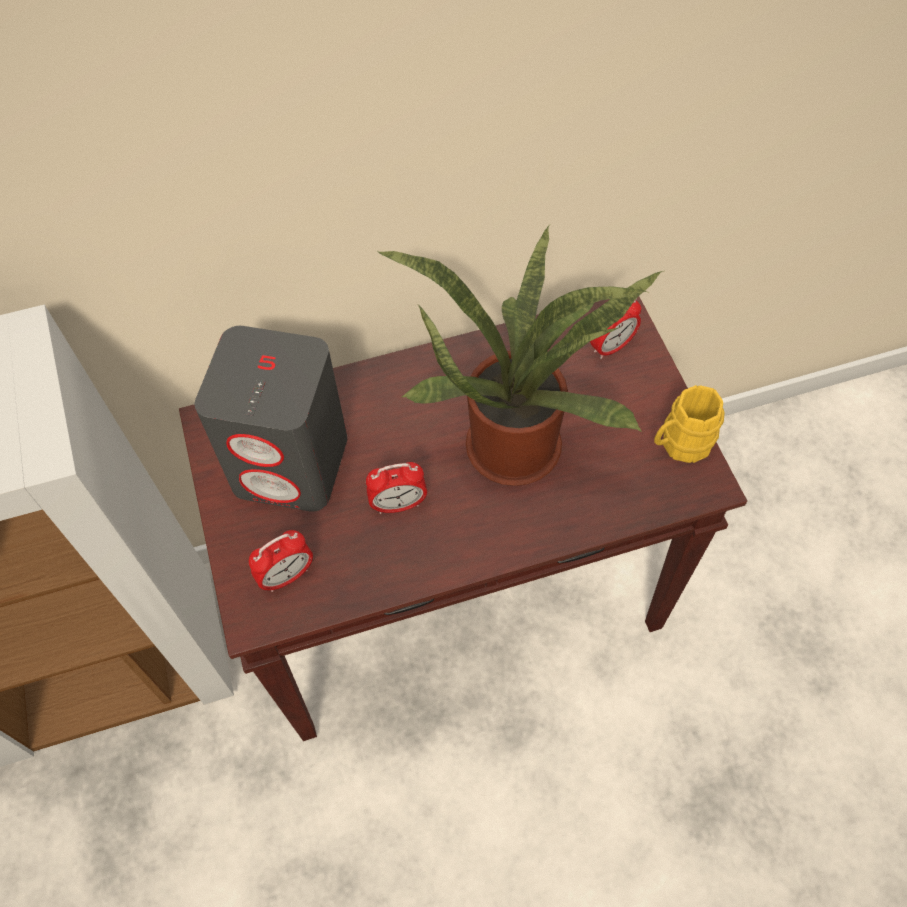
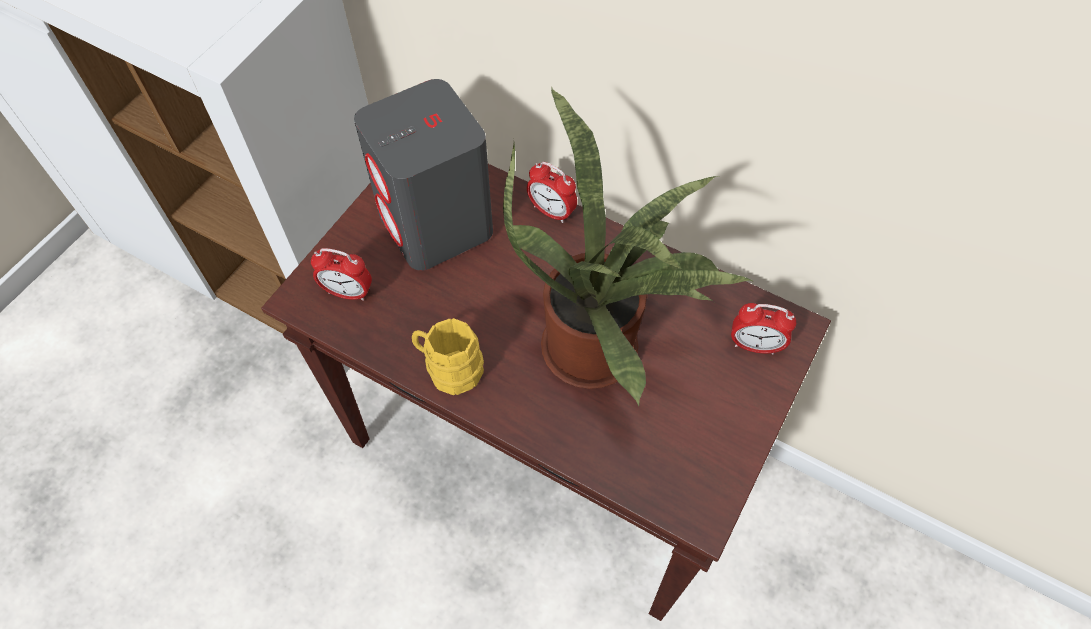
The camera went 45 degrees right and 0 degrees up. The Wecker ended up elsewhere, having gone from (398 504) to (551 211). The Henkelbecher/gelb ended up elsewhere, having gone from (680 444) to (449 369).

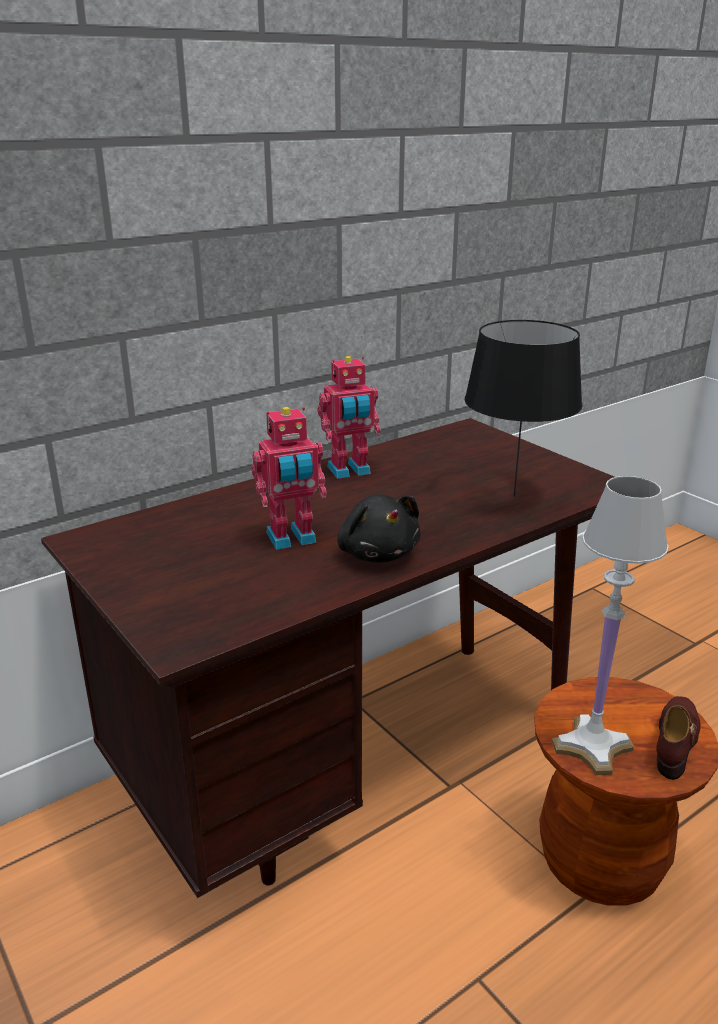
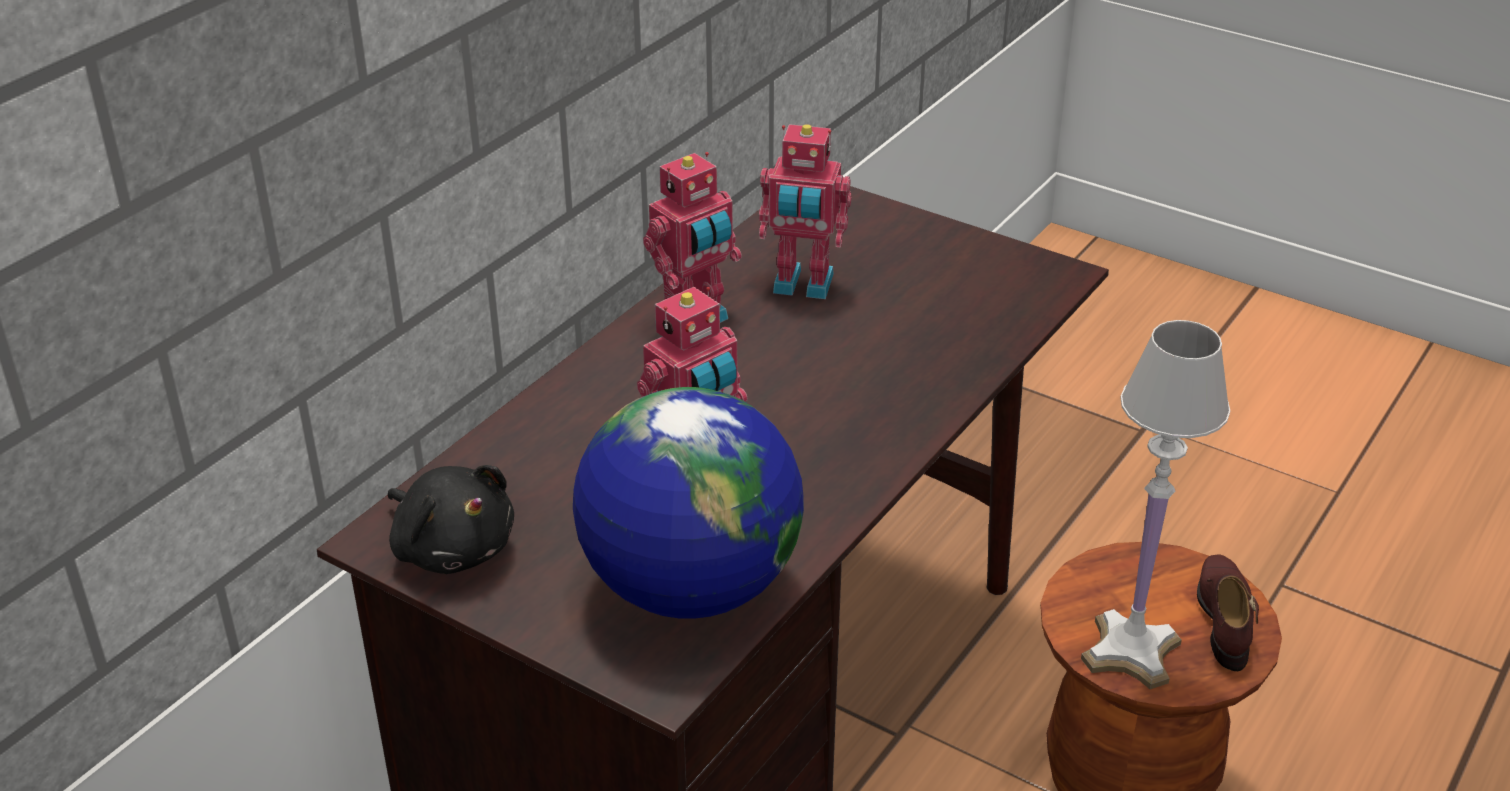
The camera went 20 degrees left and 10 degrees up. The Plüschtier/schwarz ended up elsewhere, having gone from (377 553) to (452 548). The second view lost the Tischlampe/schwarz at (515 496). The second view gained the Globus at (689 587). The second view gained the Spielzeugroboter at (802 286).

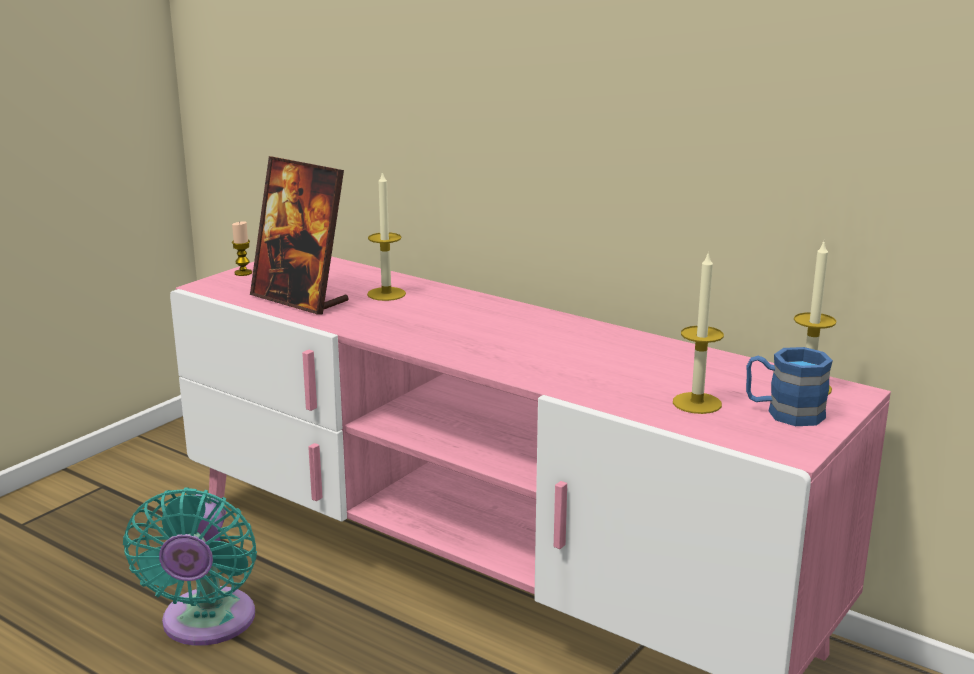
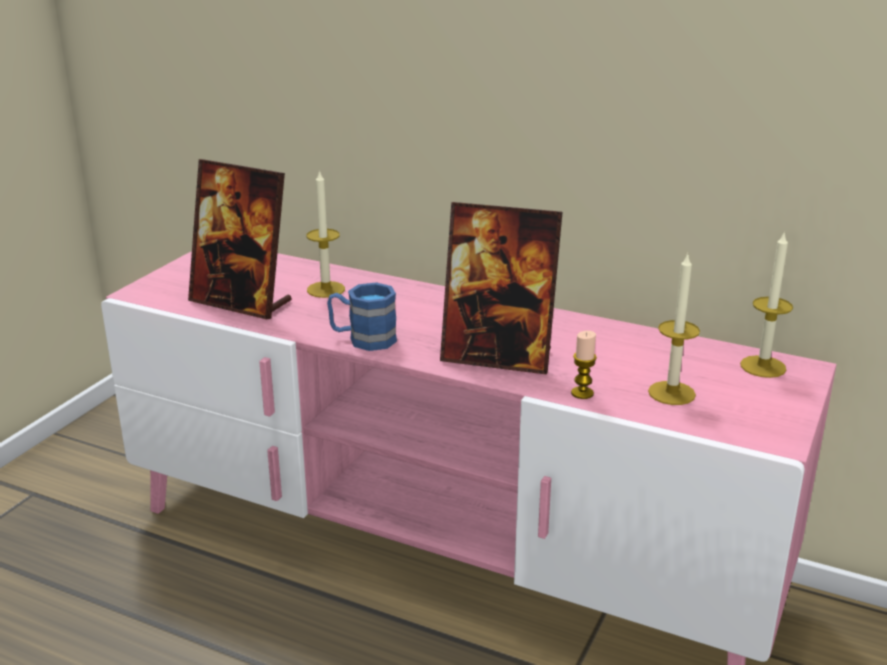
The camera went 10 degrees left and 5 degrees up. The second view lost the Ventilator/türkis at (206 624). The Kerze ended up elsewhere, having gone from (243 273) to (582 393). The Henkelbecher/blau ended up elsewhere, having gone from (783 413) to (363 339). The second view gained the Bilderrahmen at (498 357).

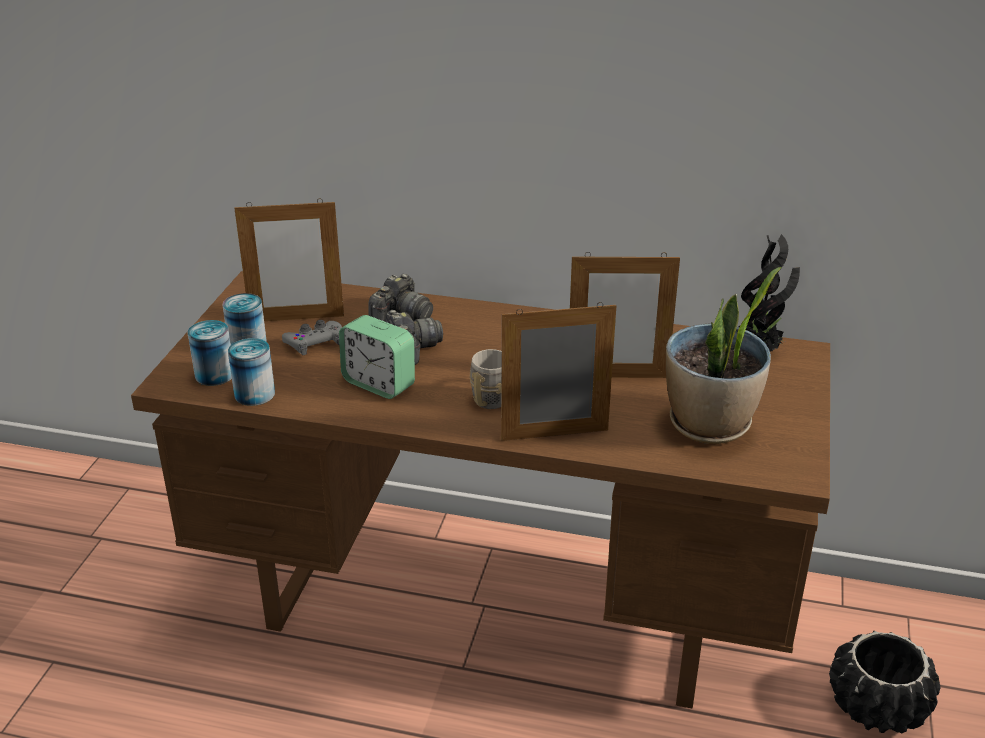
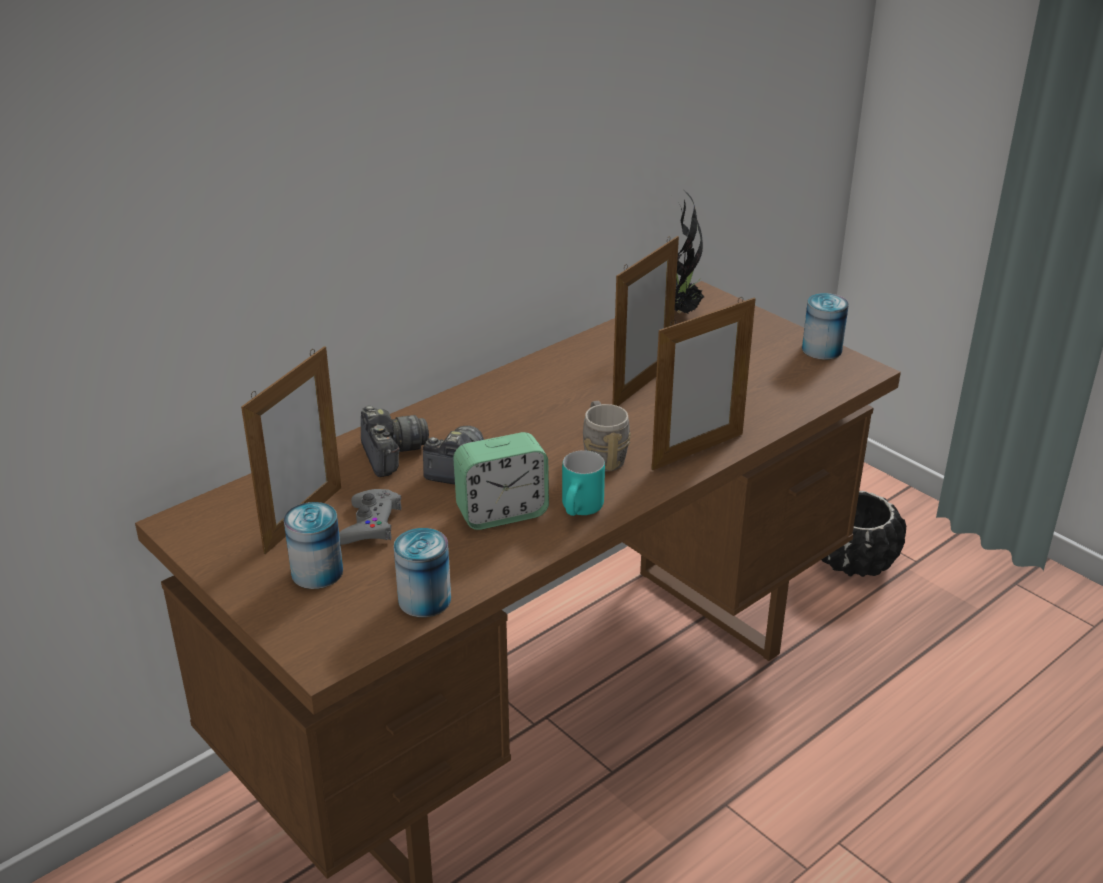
The camera went 55 degrees left and 0 degrees up. The Dose ended up elsewhere, having gone from (214 374) to (821 349). The Bilderrahmen at (554 435) ended up facing another way, 150 degrees counterclockwise from before. The second view lost the Topfpflanze at (710 425). The second view gained the Henkelbecher/türkis at (582 512).

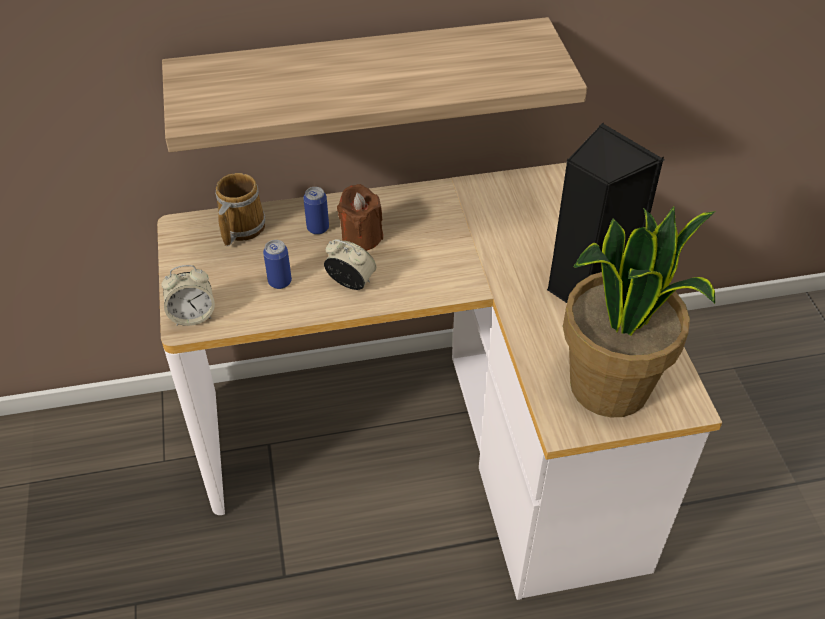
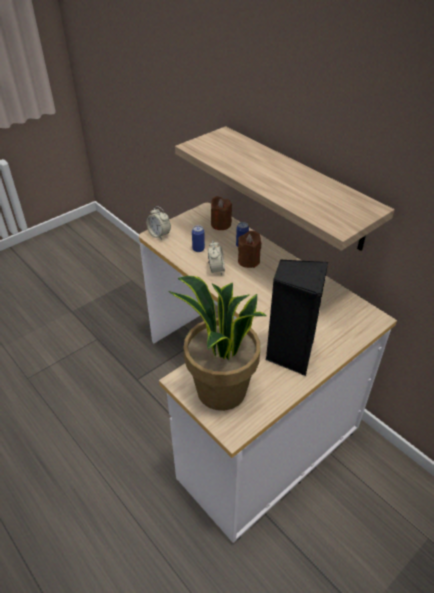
The camera went 60 degrees right and 5 degrees down. Where the Henkelbecher stood at (239 228), the Kerze/braun came to stand at (221 224).

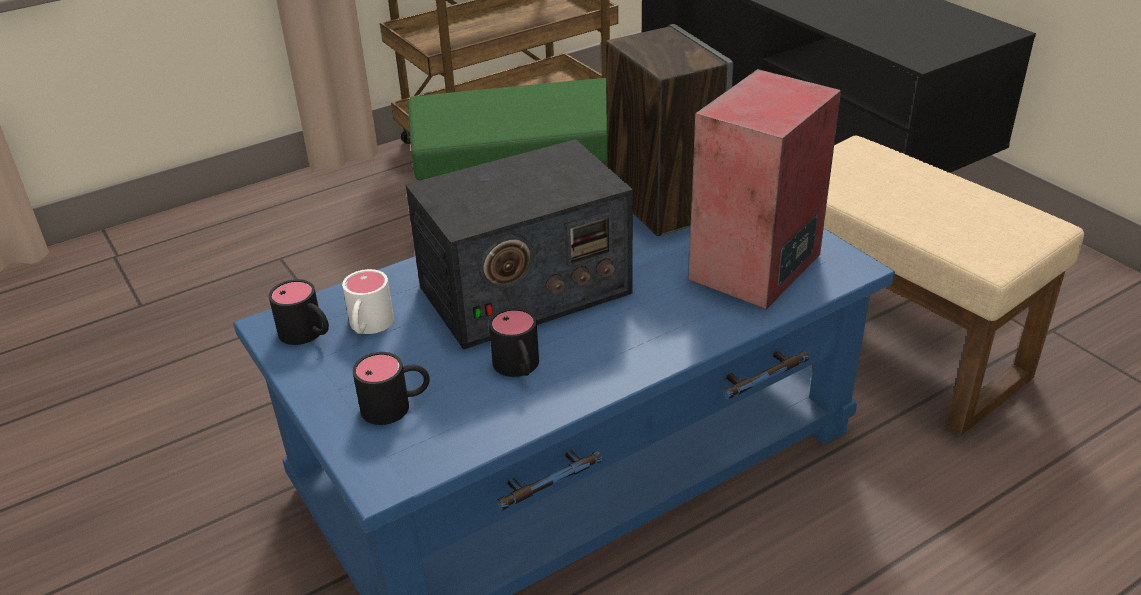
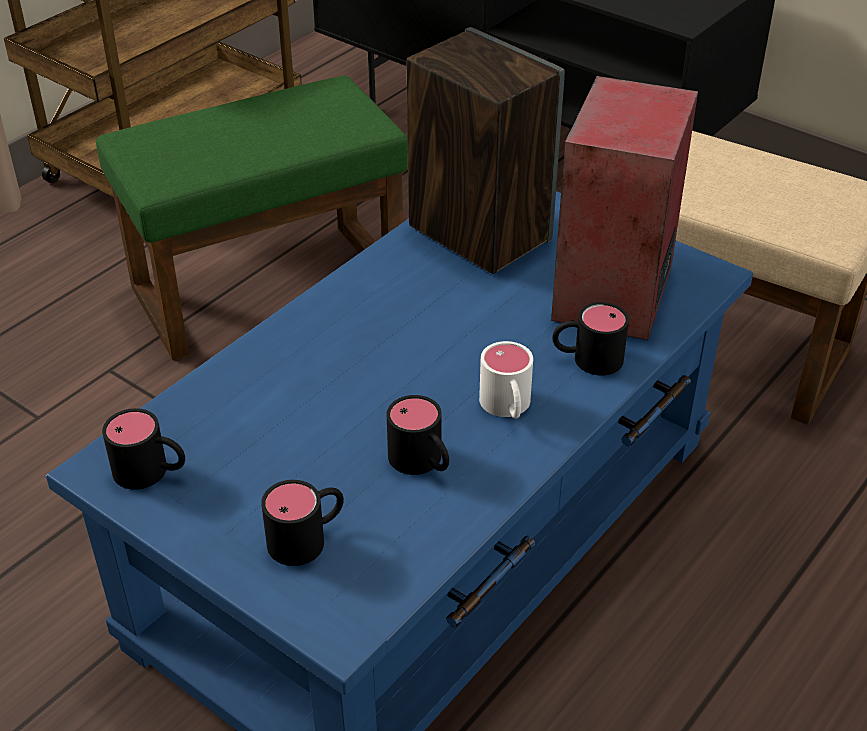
The camera went 20 degrees left and 5 degrees up. The Henkelbecher/weiß ended up elsewhere, having gone from (368 327) to (507 408). The second view lost the Radio at (523 290). The second view gained the Henkelbecher/schwarz at (587 359).

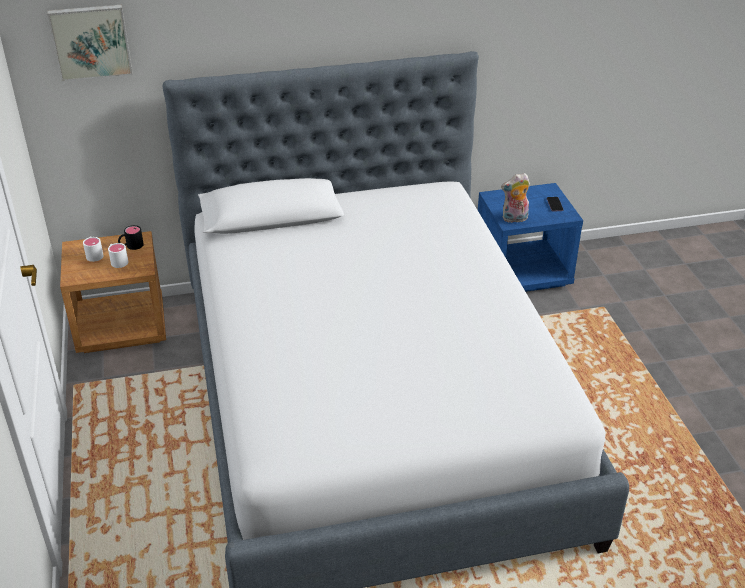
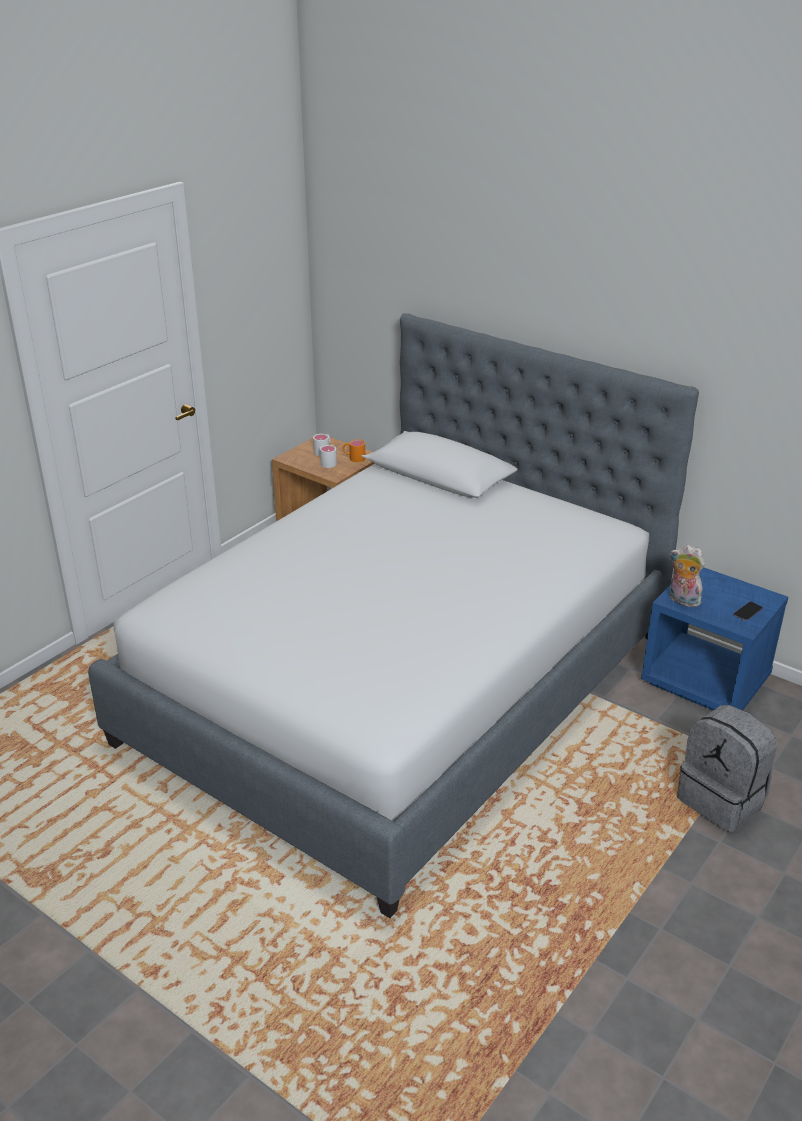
The camera went 50 degrees right and 5 degrees down. The second view lost the Bild at (91 41). What was the Henkelbecher/schwarz at (131 246) turned into the Henkelbecher/orange at (353 458). The second view gained the Rucksack/grau at (722 800).

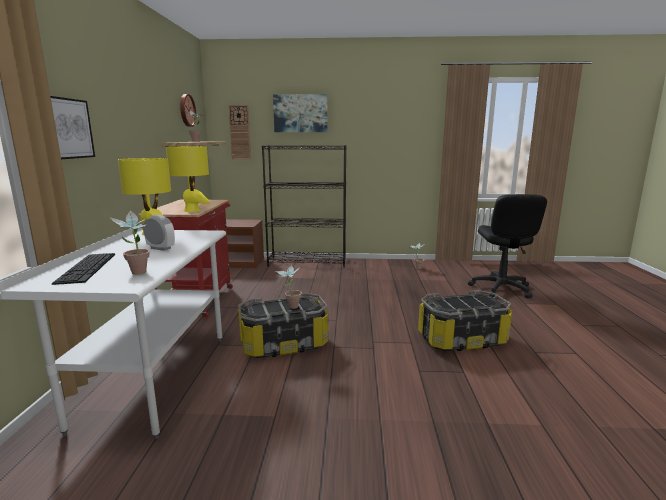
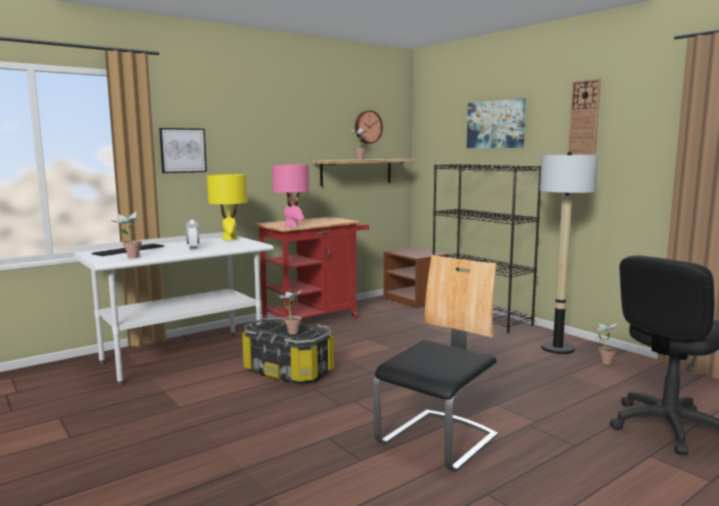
The camera went 50 degrees right and 5 degrees down. What was the Tischlampe/gelb at (192 210) turned into the Tischlampe/rosa at (292 226). The Wanduhr ended up elsewhere, having gone from (240 132) to (584 120). Where the Aufbewahrungsbox stood at (461 339), the Stuhl came to stand at (438 440). The second view gained the Stehlampe at (557 348).

